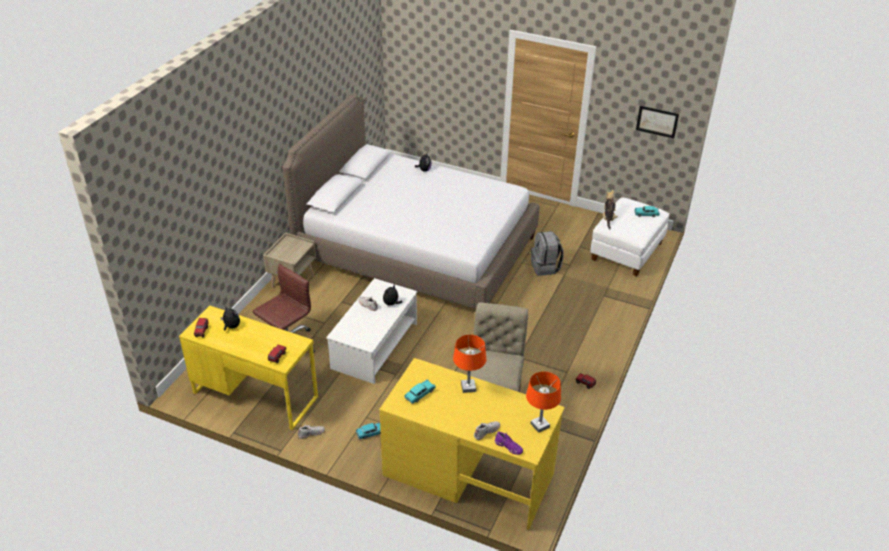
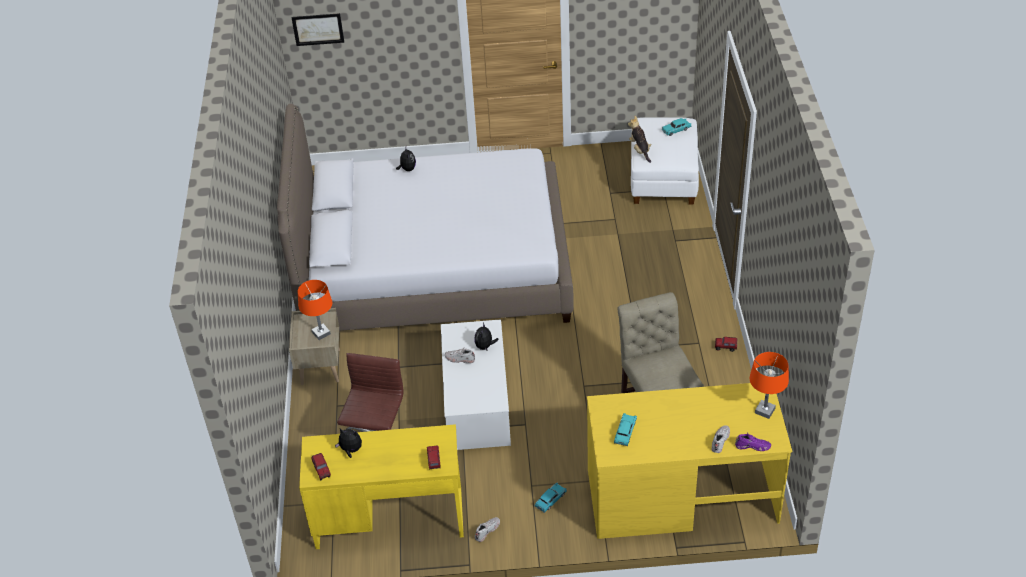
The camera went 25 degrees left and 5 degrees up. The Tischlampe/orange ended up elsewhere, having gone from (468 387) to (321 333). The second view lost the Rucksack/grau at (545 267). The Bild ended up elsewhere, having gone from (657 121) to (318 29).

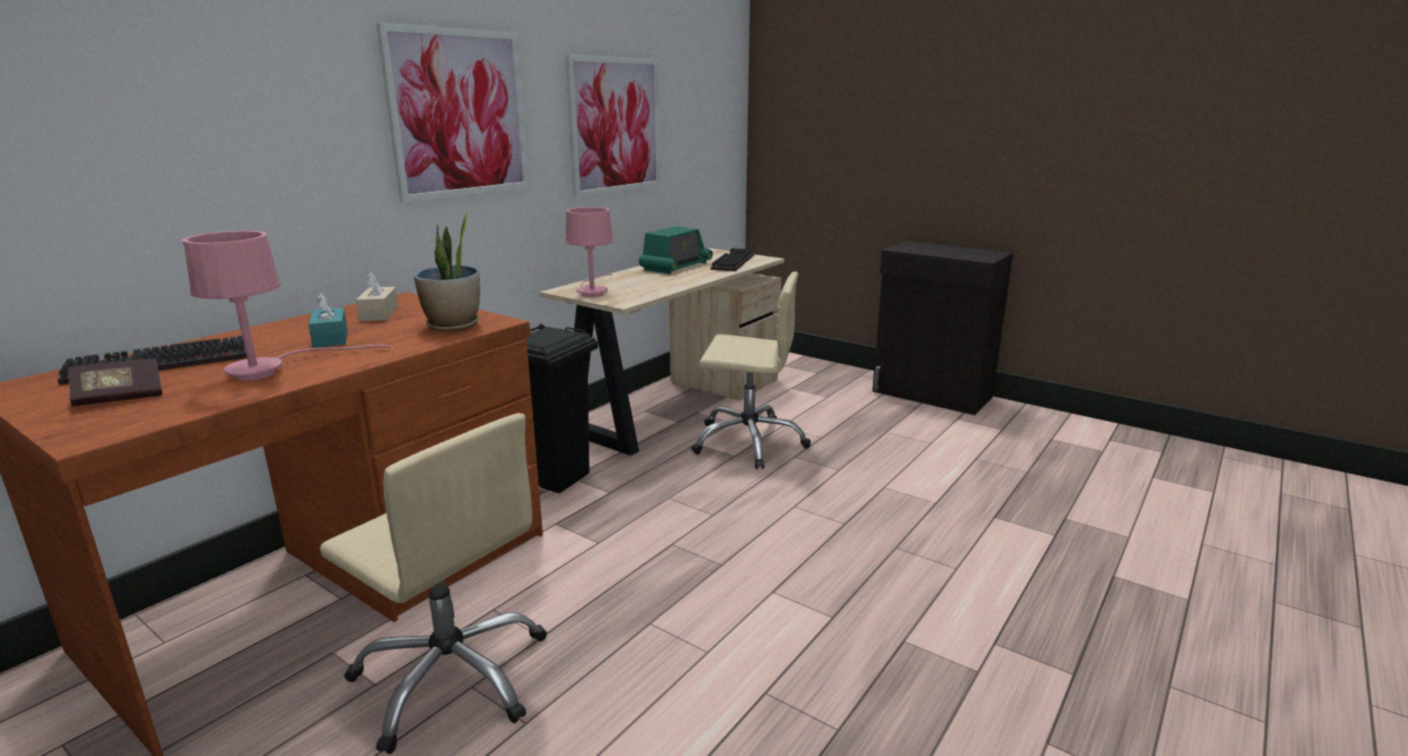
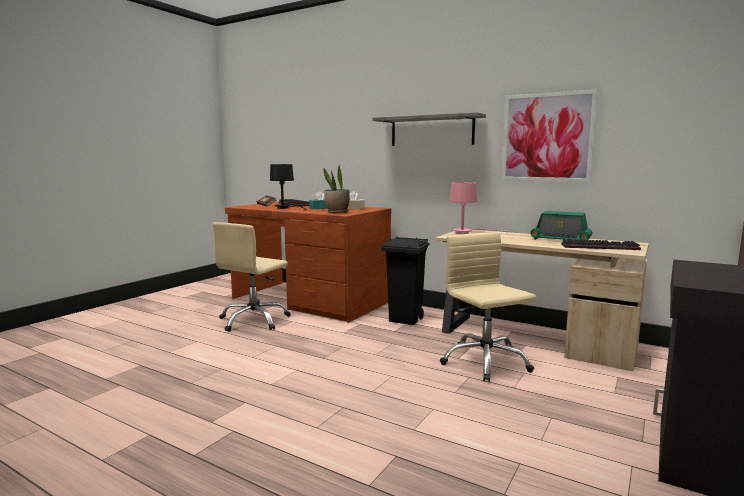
The camera went 85 degrees right and 10 degrees down. What was the Tischlampe/rosa at (271 370) turned into the Tischlampe/schwarz at (286 208). Where the Bild hung at (459 114), the Wandregal/grau came to hang at (431 131). The Bürostuhl/beige at (749 442) ended up facing another way, 150 degrees clockwise from before.

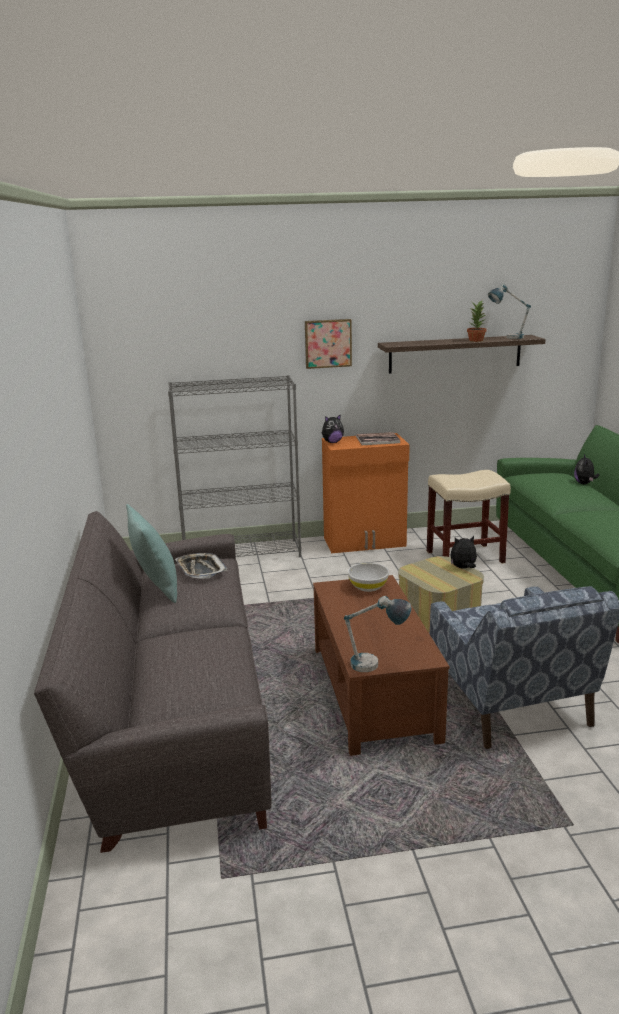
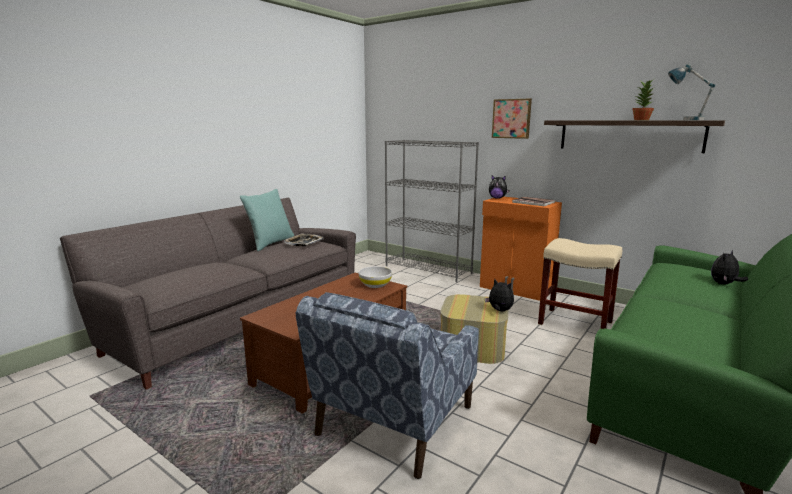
The camera went 45 degrees right and 5 degrees down. The second view lost the Tischlampe at (376 666).

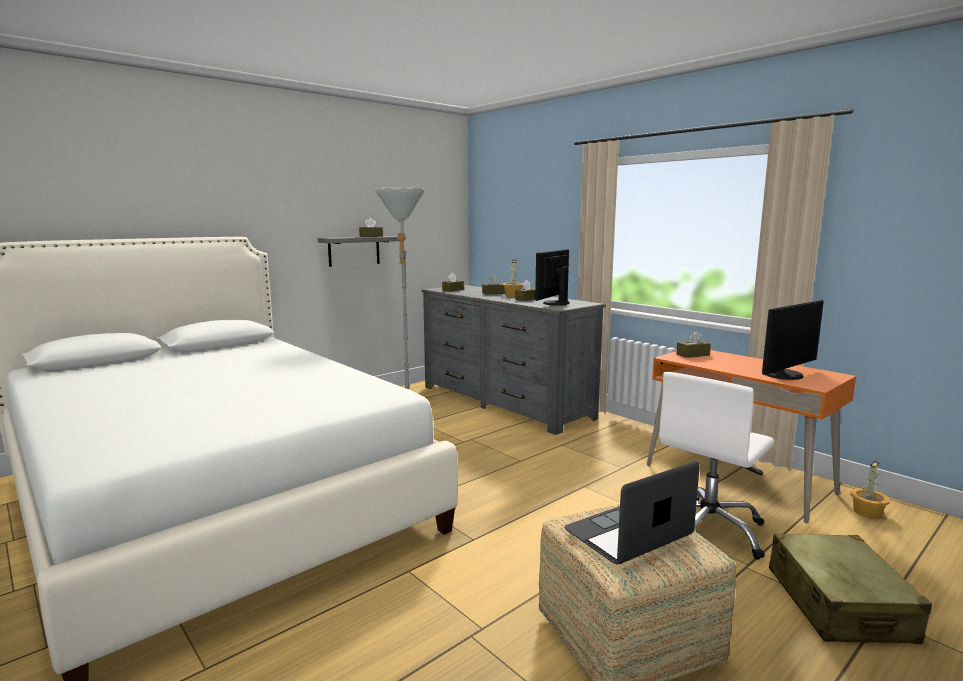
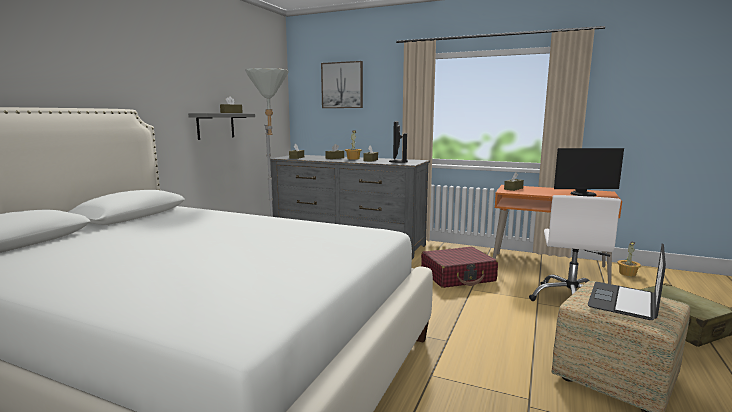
The camera went 25 degrees left and 0 degrees up. The Monitor at (784 375) ended up facing another way, 60 degrees clockwise from before. The second view gained the Bild at (342 85). The second view gained the Koffer/rot at (458 276).

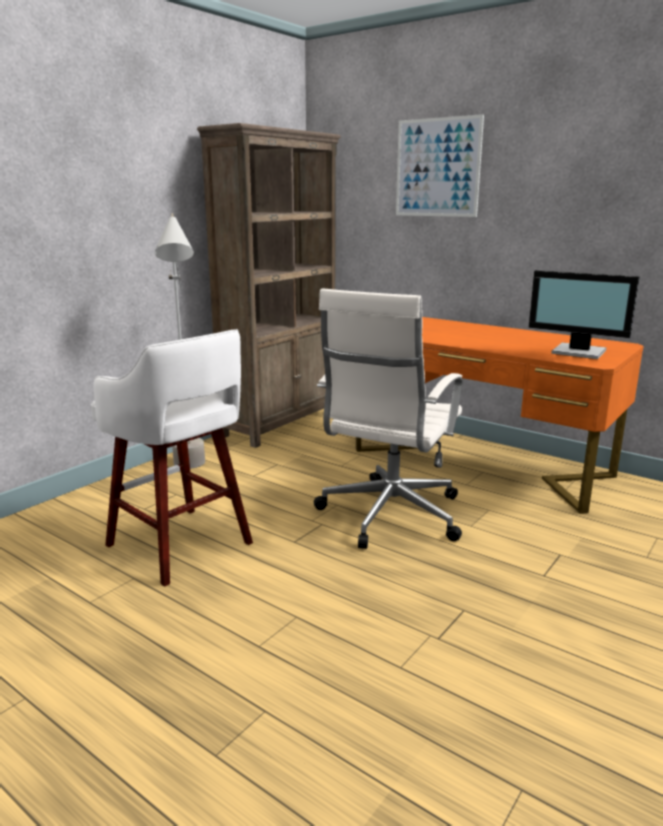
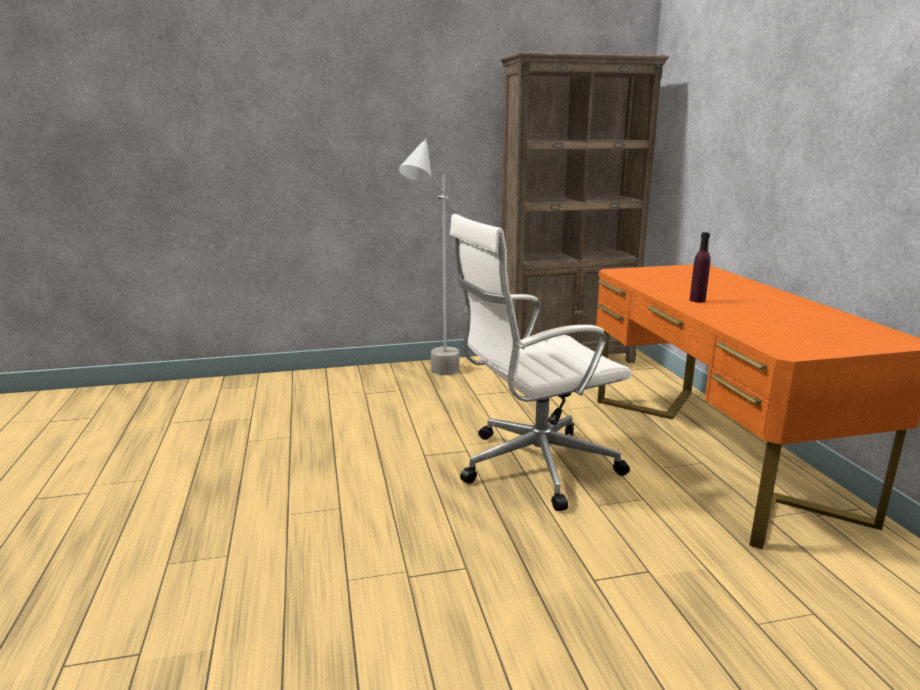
The camera went 40 degrees right and 0 degrees up. The second view lost the Hocker/weiß at (182 546). The second view lost the Bild at (437 168). The second view lost the Monitor at (579 352). The second view gained the Flasche/lila at (697 300).

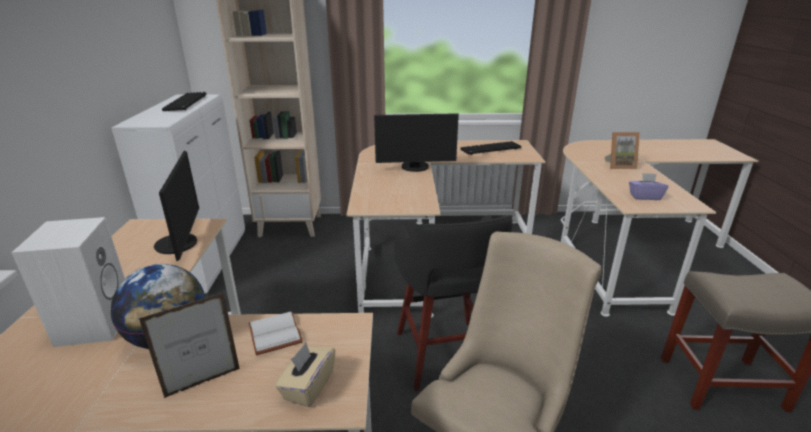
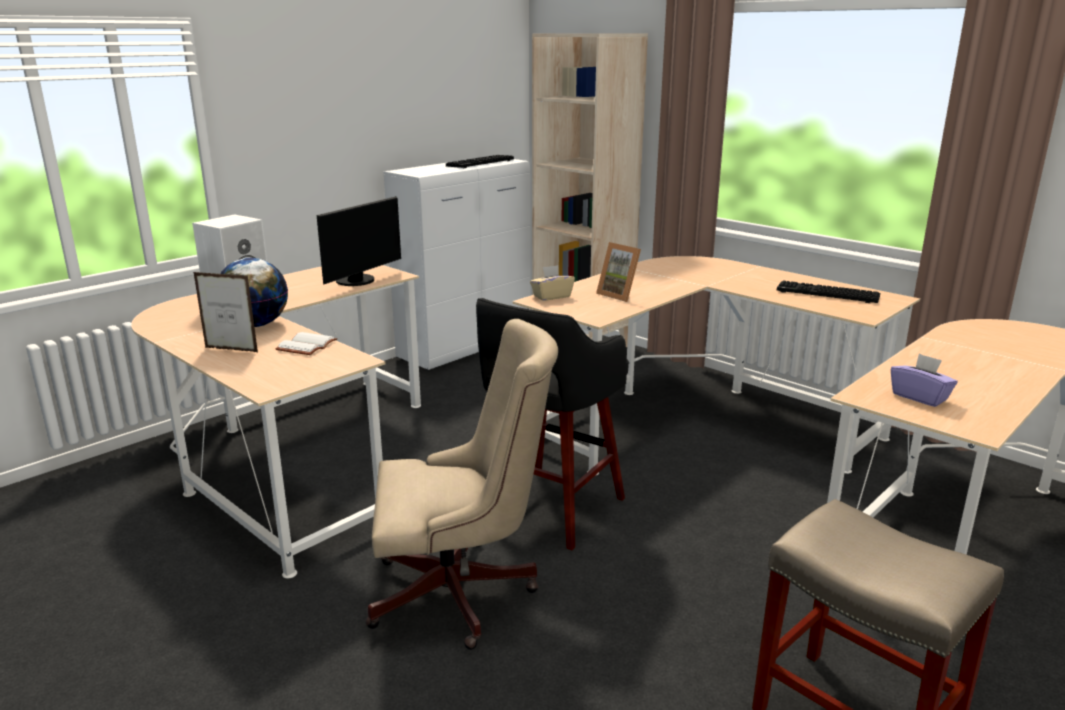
The camera went 45 degrees right and 5 degrees down. The Taschentuchbox/beige ended up elsewhere, having gone from (308 386) to (551 296). The second view lost the Monitor at (415 168). The Bilderrahmen ended up elsewhere, having gone from (619 166) to (620 295).

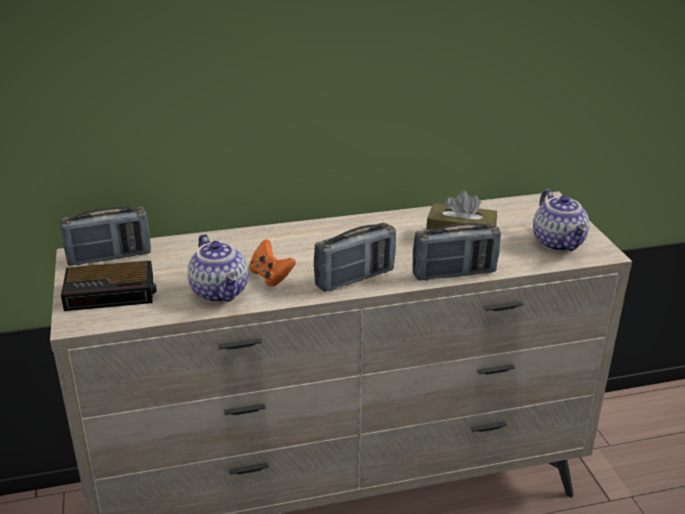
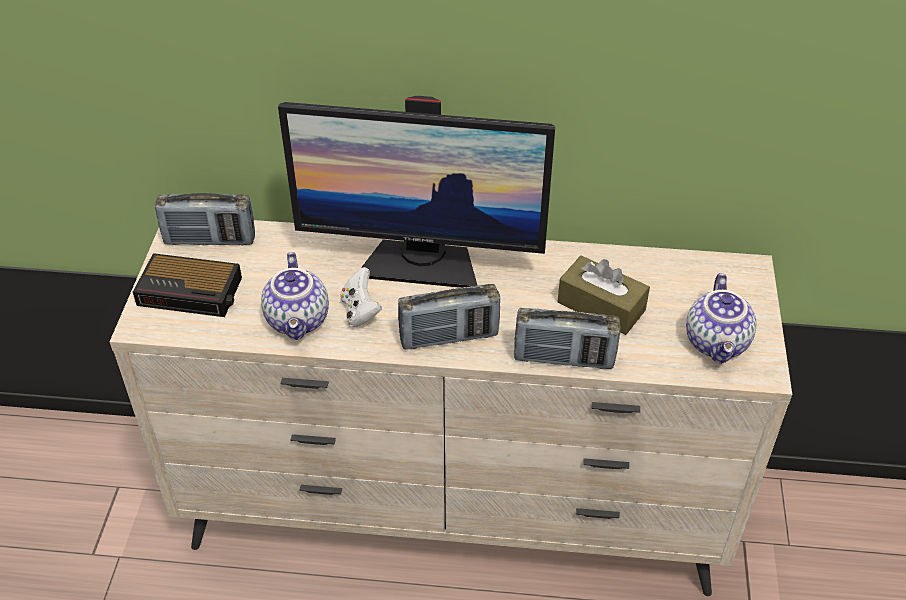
The camera went 20 degrees right and 15 degrees up. What was the Gamepad/orange at (270 277) turned into the Gamepad/weiß at (360 311). The second view gained the Monitor at (421 261).

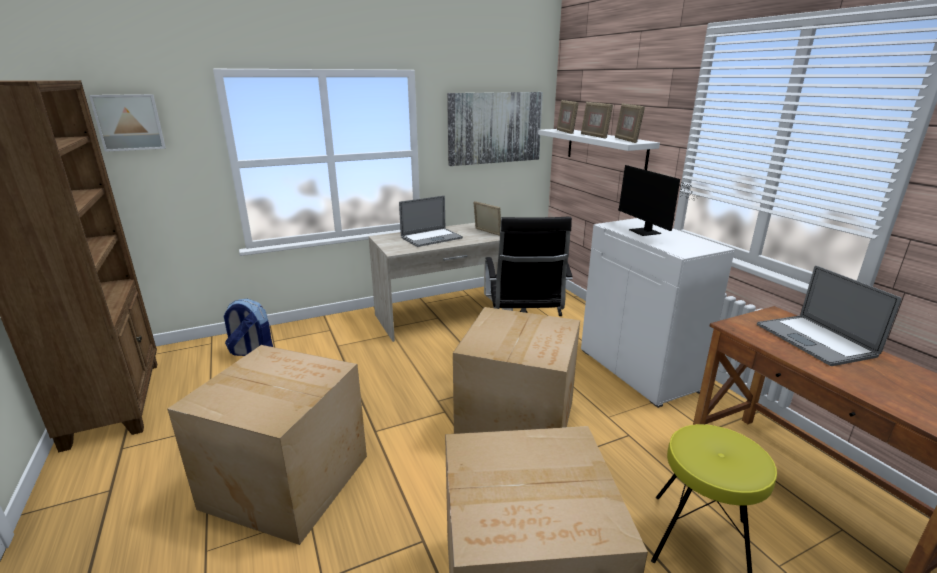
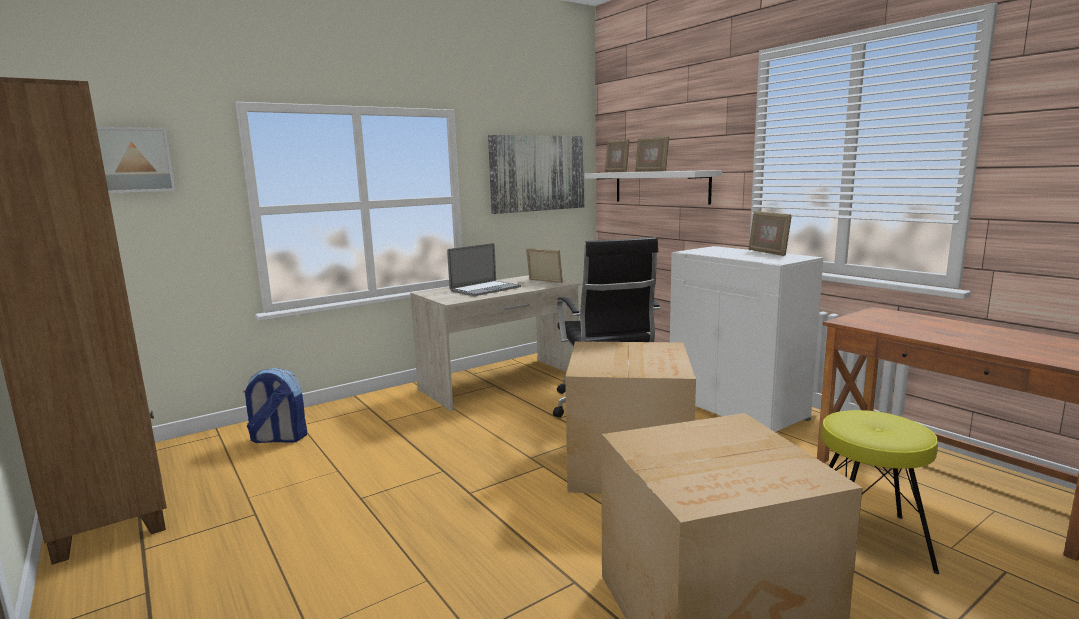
The camera went 10 degrees left and 10 degrees down. The second view lost the Karton at (286 479). The Bilderrahmen ended up elsewhere, having gone from (626 140) to (767 252). The second view lost the Monitor at (646 233). The second view lost the Laptop at (814 340).

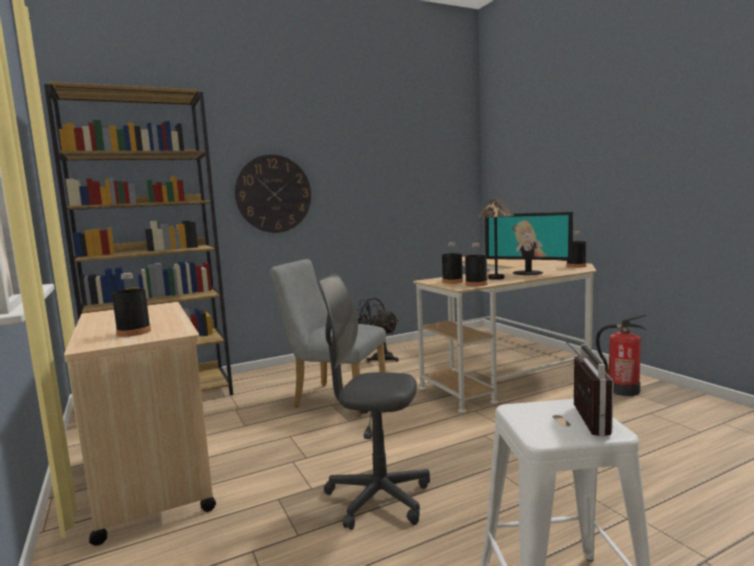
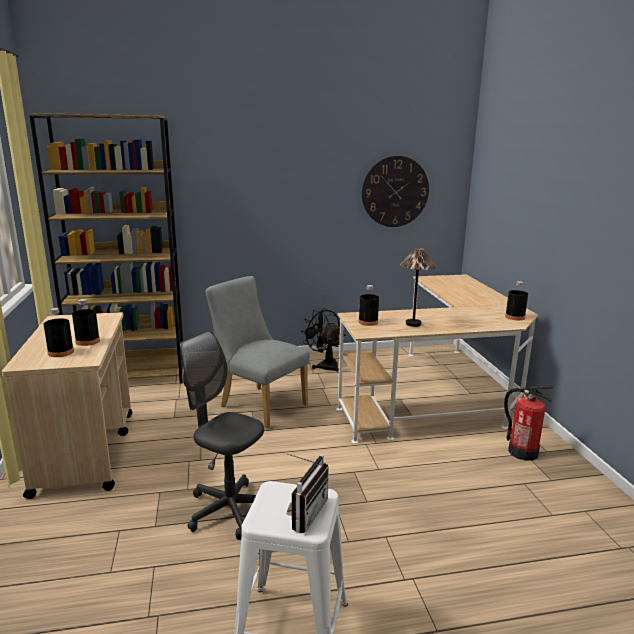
The camera went 15 degrees right and 10 degrees up. The Wanduhr ended up elsewhere, having gone from (273 194) to (395 191). The Flasche/schwarz ended up elsewhere, having gone from (476 284) to (87 341). The second view lost the Monitor at (528 273).

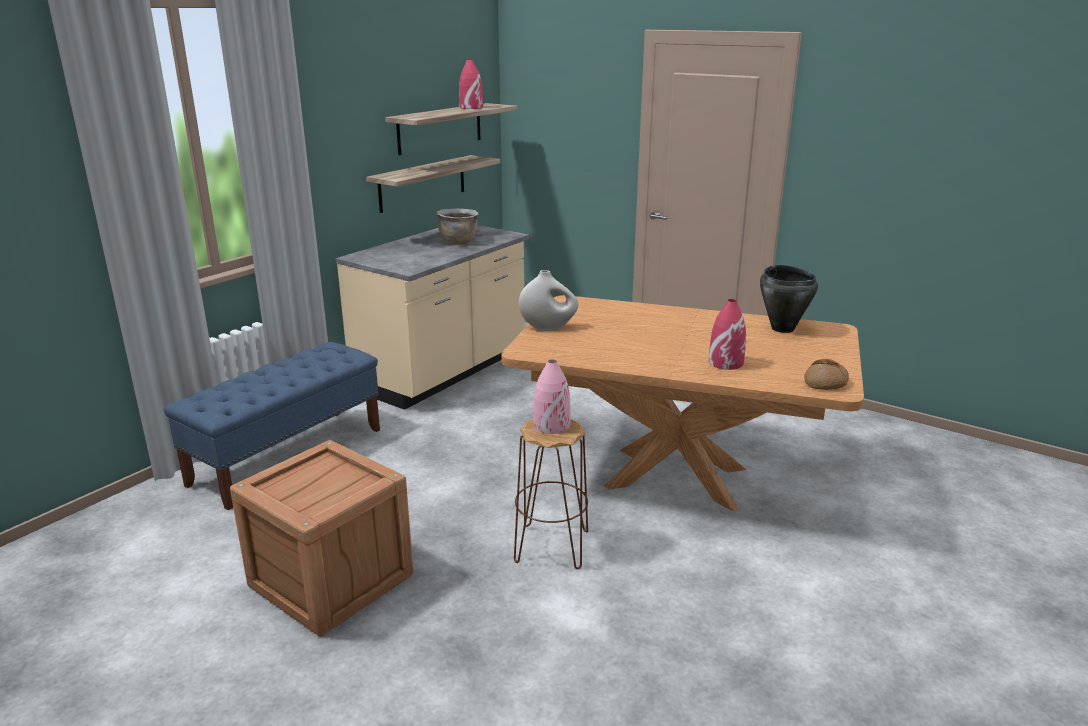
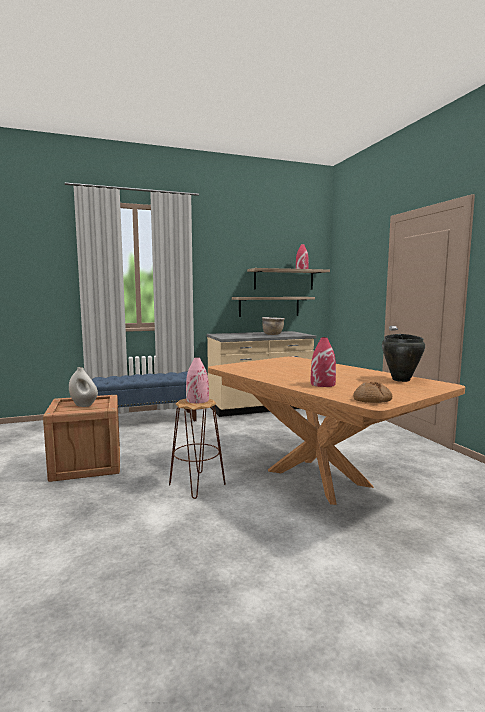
The camera went 35 degrees right and 15 degrees down. The Vase/weiß ended up elsewhere, having gone from (548 328) to (84 405).

